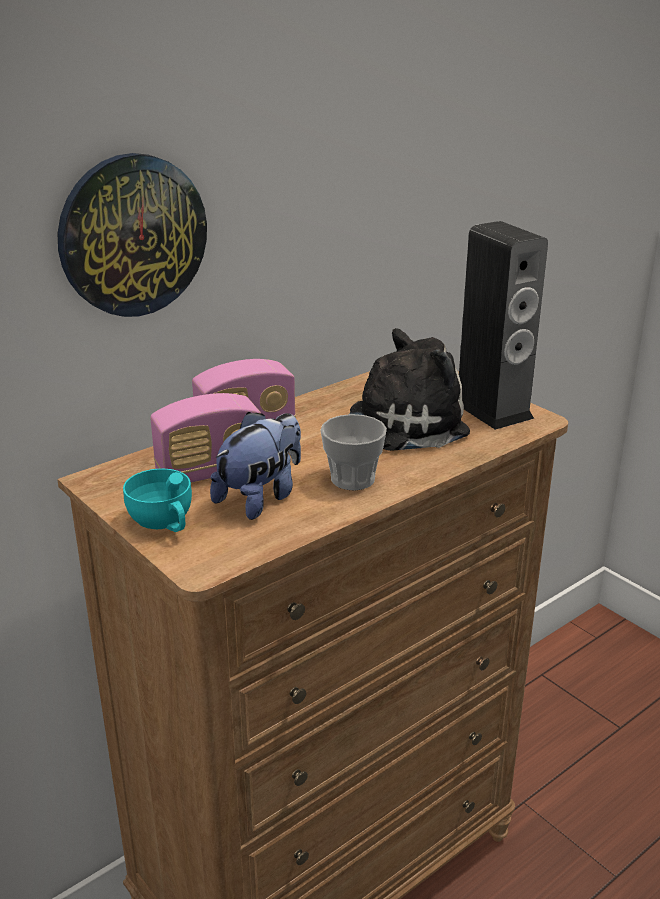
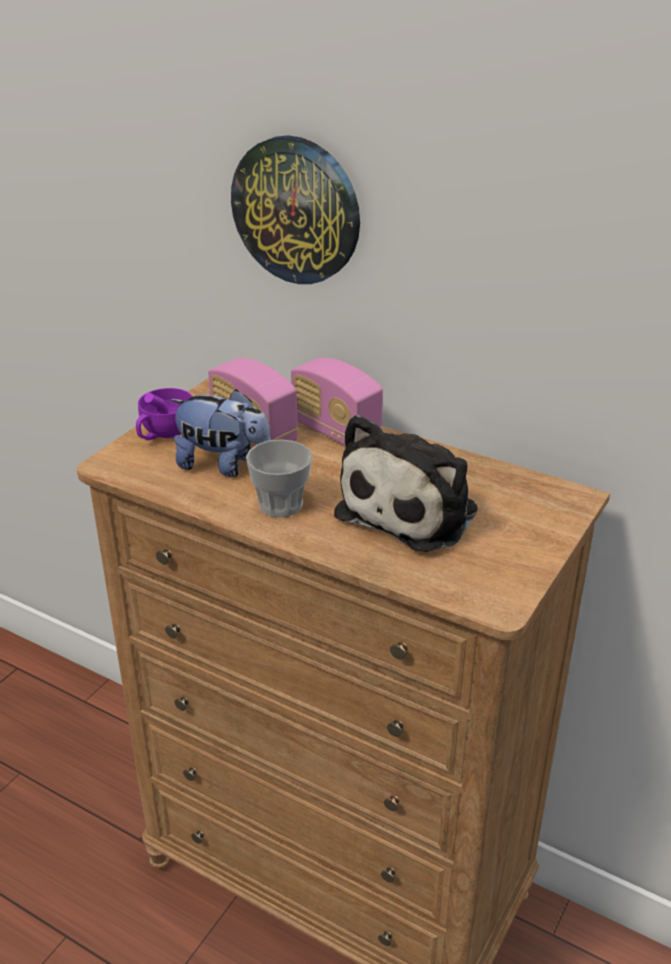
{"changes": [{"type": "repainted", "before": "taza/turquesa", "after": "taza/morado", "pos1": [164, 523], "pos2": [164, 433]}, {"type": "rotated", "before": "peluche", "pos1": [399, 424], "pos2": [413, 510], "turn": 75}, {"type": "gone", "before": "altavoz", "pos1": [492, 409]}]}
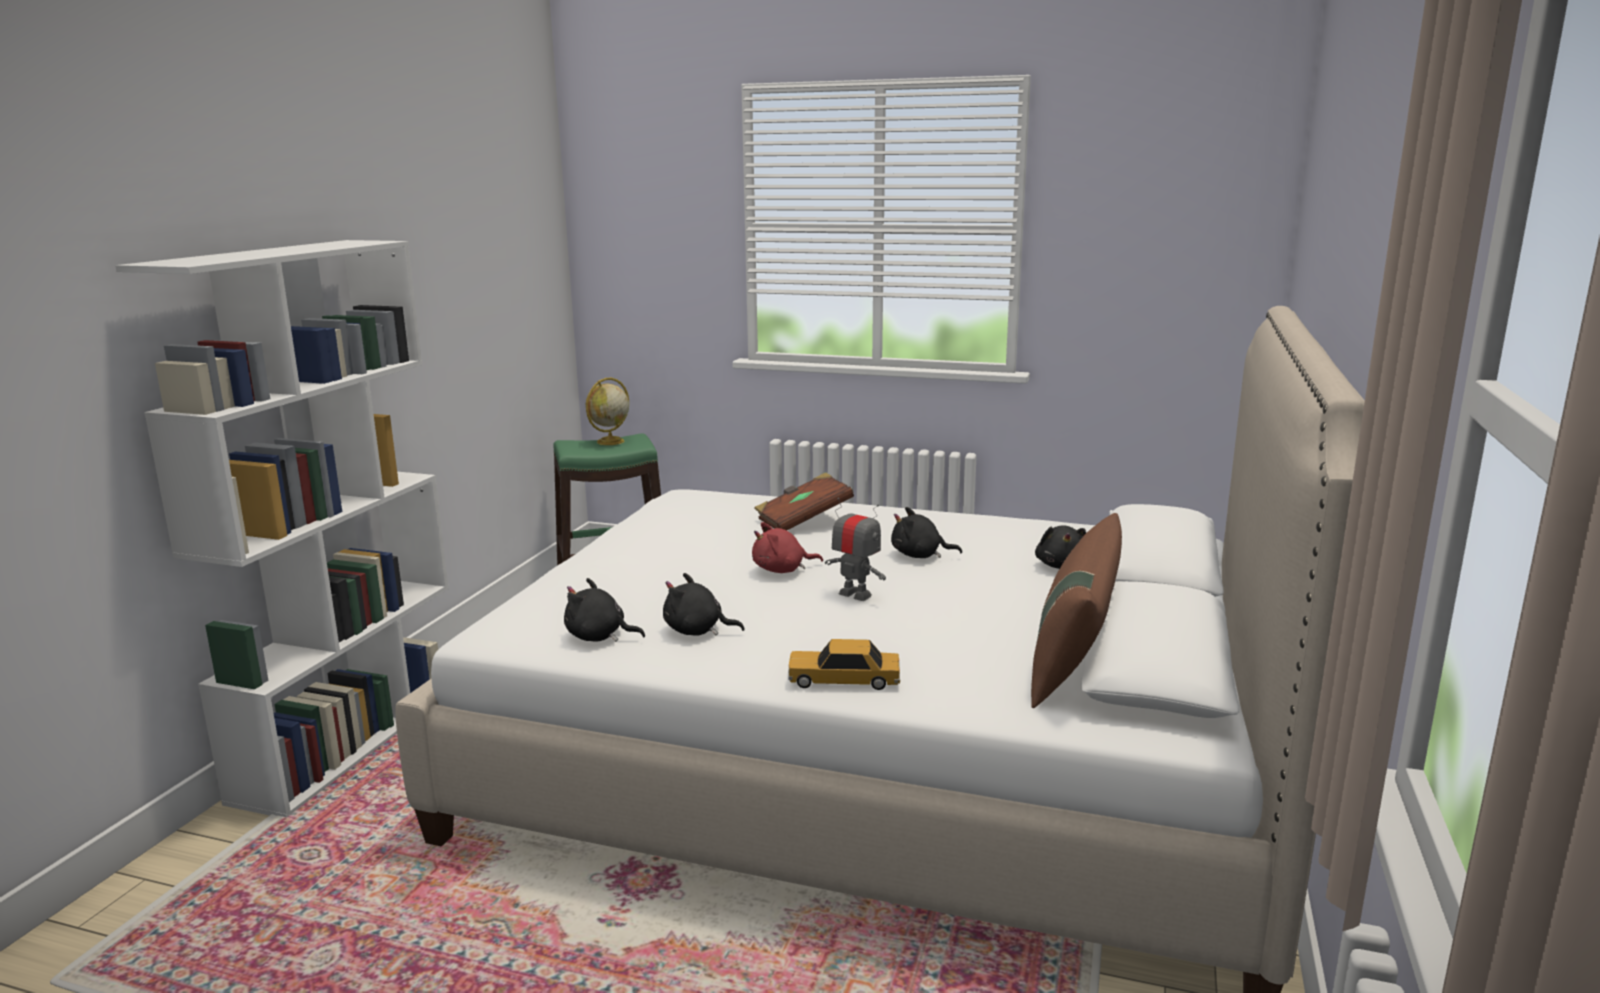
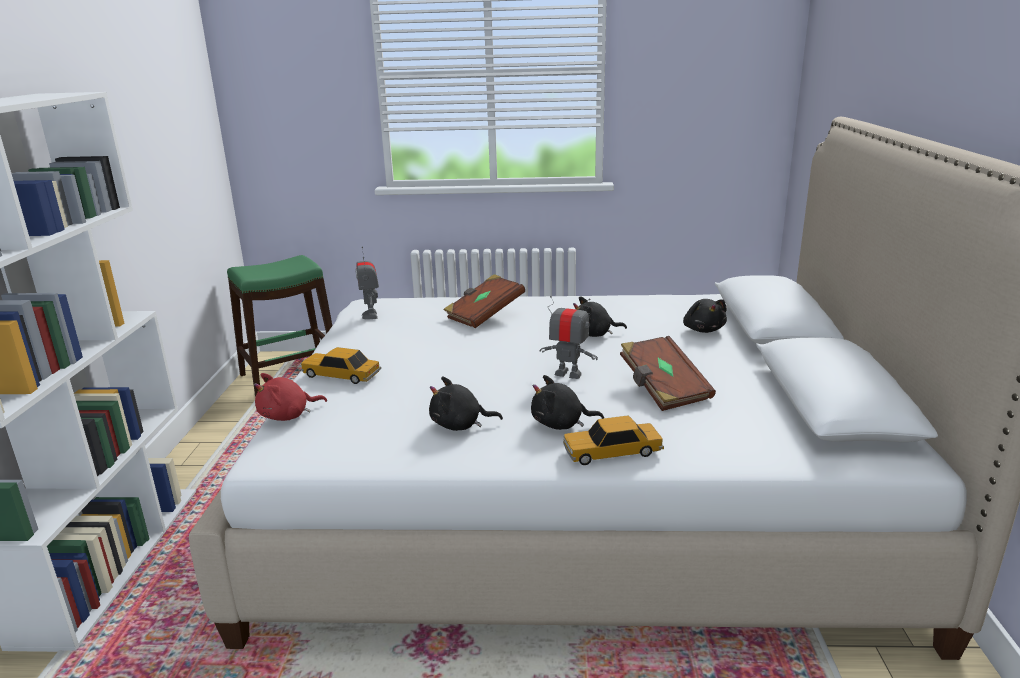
{"changes": [{"type": "shifted", "before": "peluche/rojo", "pos1": [782, 570], "pos2": [288, 415]}, {"type": "new", "after": "coche de juguete", "pos2": [341, 375]}, {"type": "new", "after": "robot de juguete", "pos2": [371, 315]}, {"type": "shifted", "before": "peluche/negro", "pos1": [599, 637], "pos2": [561, 424]}, {"type": "new", "after": "libro/marrón", "pos2": [663, 389]}, {"type": "gone", "before": "globo terráqueo", "pos1": [610, 442]}, {"type": "gone", "before": "cojín/marrón", "pos1": [1074, 657]}]}
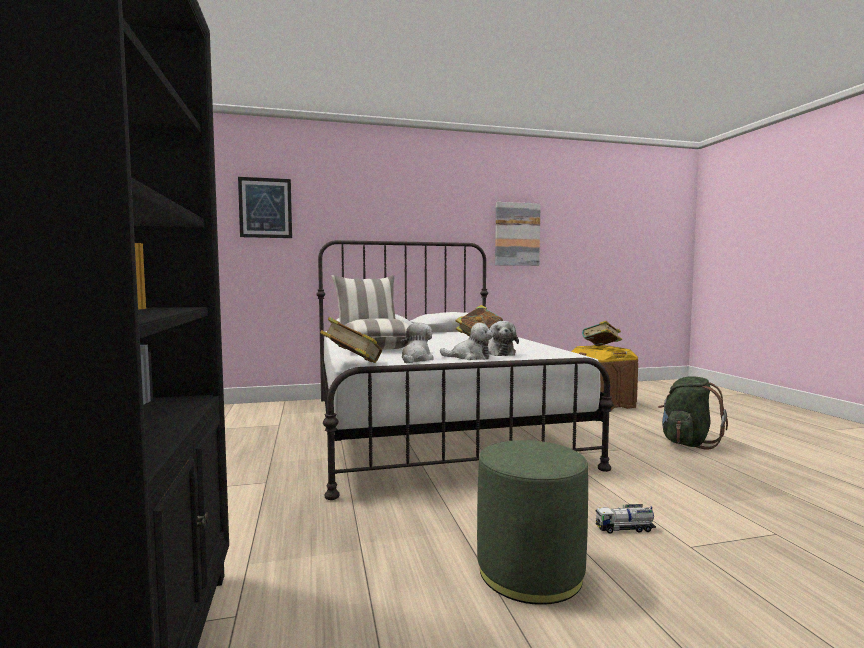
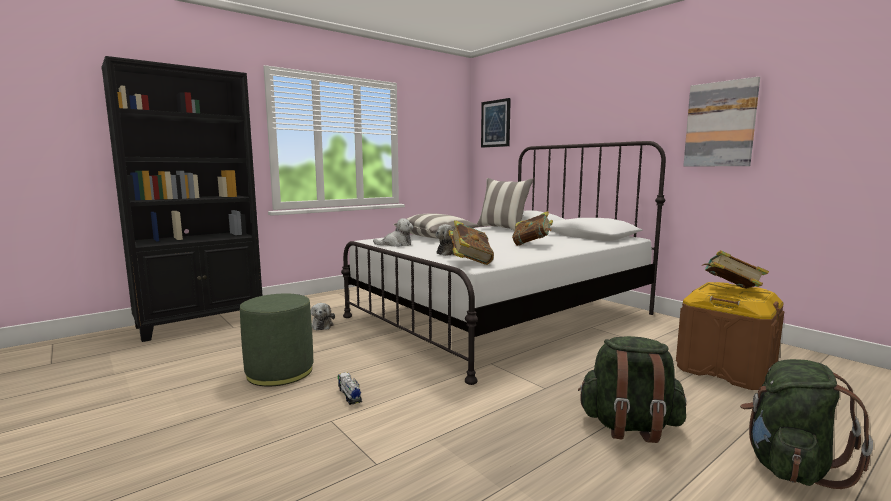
{"changes": [{"type": "shifted", "before": "peluche", "pos1": [469, 357], "pos2": [321, 325]}, {"type": "shifted", "before": "libro", "pos1": [352, 364], "pos2": [470, 262]}, {"type": "new", "after": "mochila/verde", "pos2": [789, 466]}]}
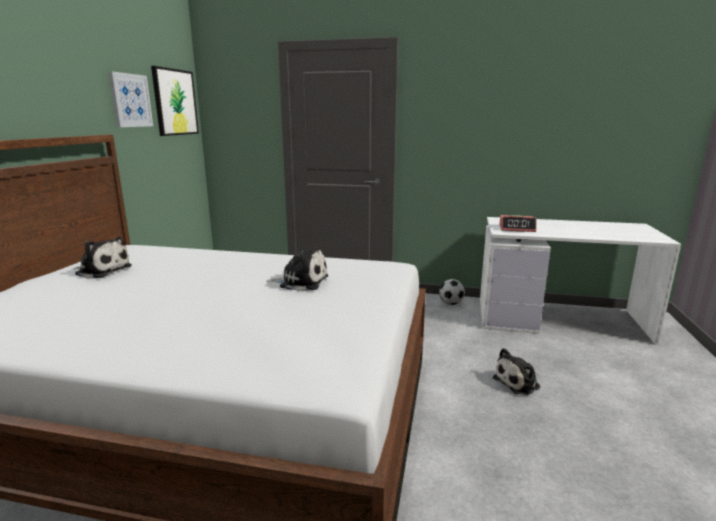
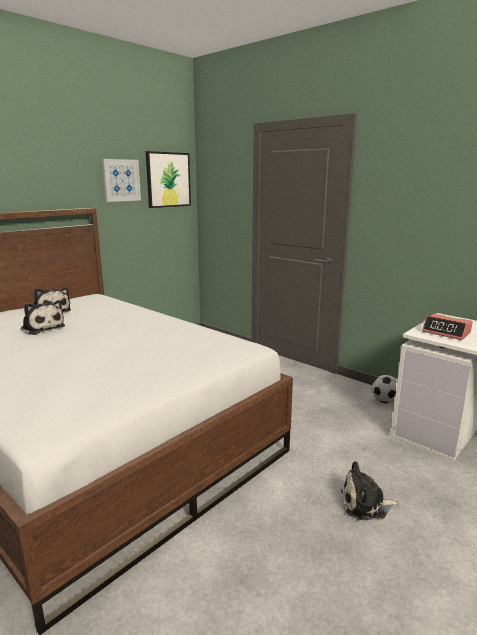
{"changes": [{"type": "shifted", "before": "peluche", "pos1": [301, 282], "pos2": [42, 328]}]}
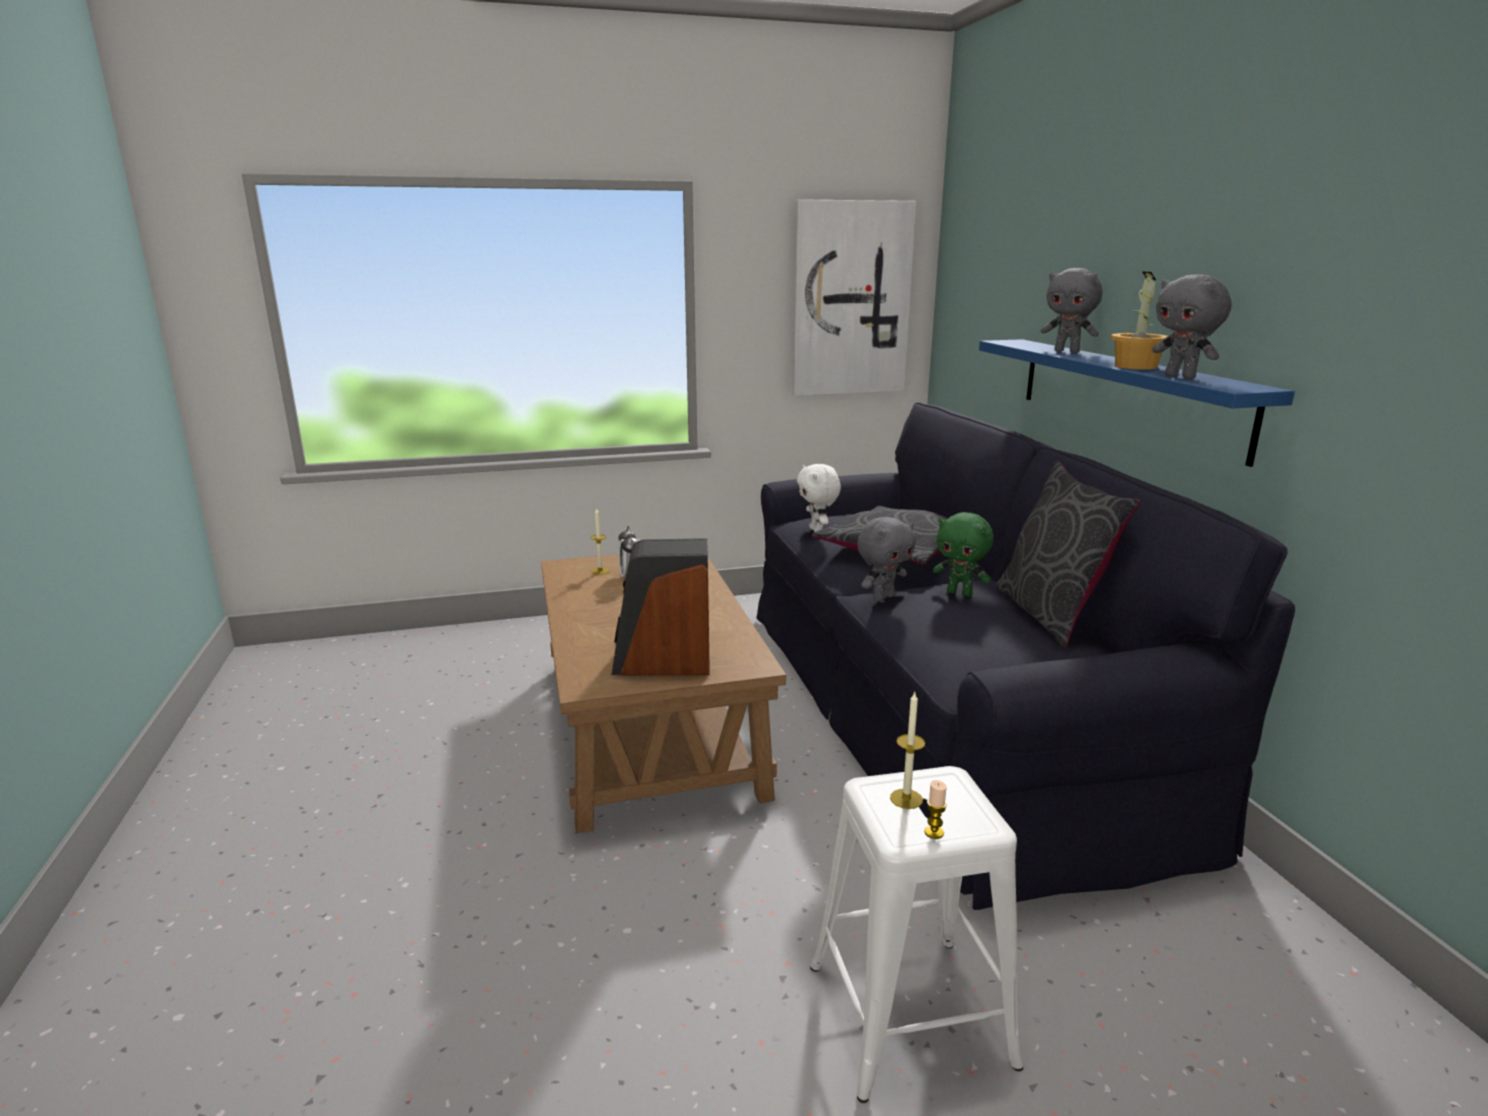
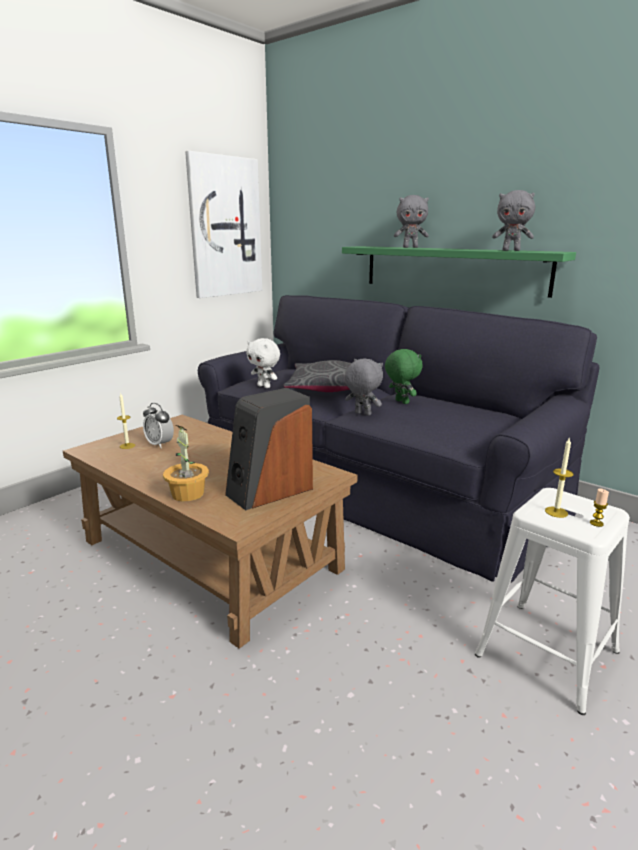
{"changes": [{"type": "shifted", "before": "planta en maceta", "pos1": [1135, 366], "pos2": [187, 494]}, {"type": "repainted", "before": "estante/azul", "after": "estante/verde", "pos1": [1125, 393], "pos2": [452, 269]}, {"type": "rotated", "before": "peluche/gris", "pos1": [883, 597], "pos2": [362, 414], "turn": -75}, {"type": "rotated", "before": "peluche/verde", "pos1": [960, 593], "pos2": [401, 402], "turn": -120}, {"type": "gone", "before": "cojín/gris", "pos1": [1050, 615]}]}
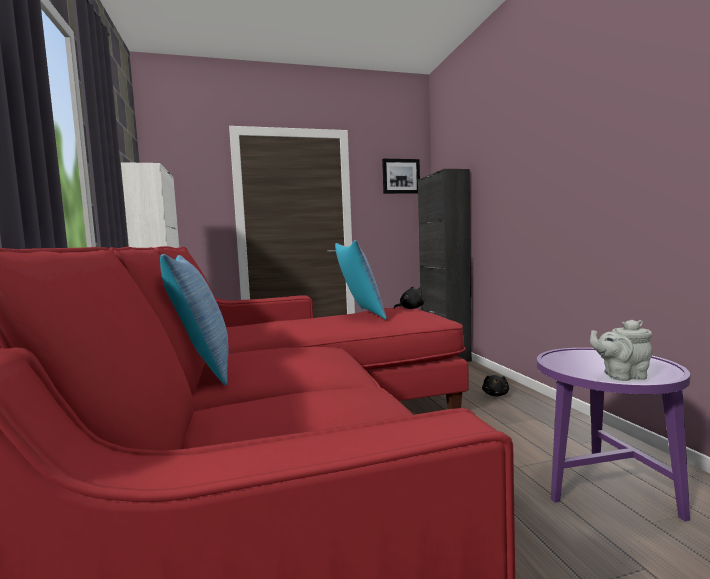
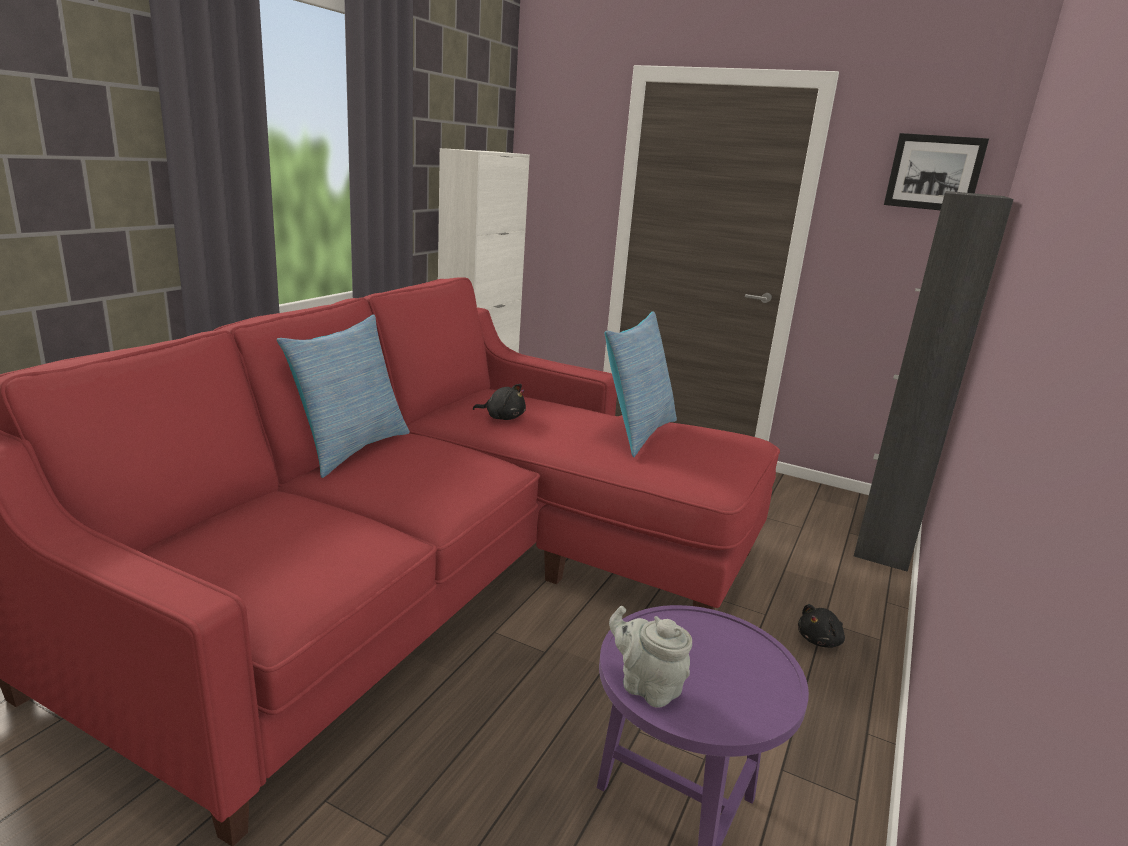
{"changes": [{"type": "shifted", "before": "peluche/negro", "pos1": [410, 308], "pos2": [502, 417]}]}
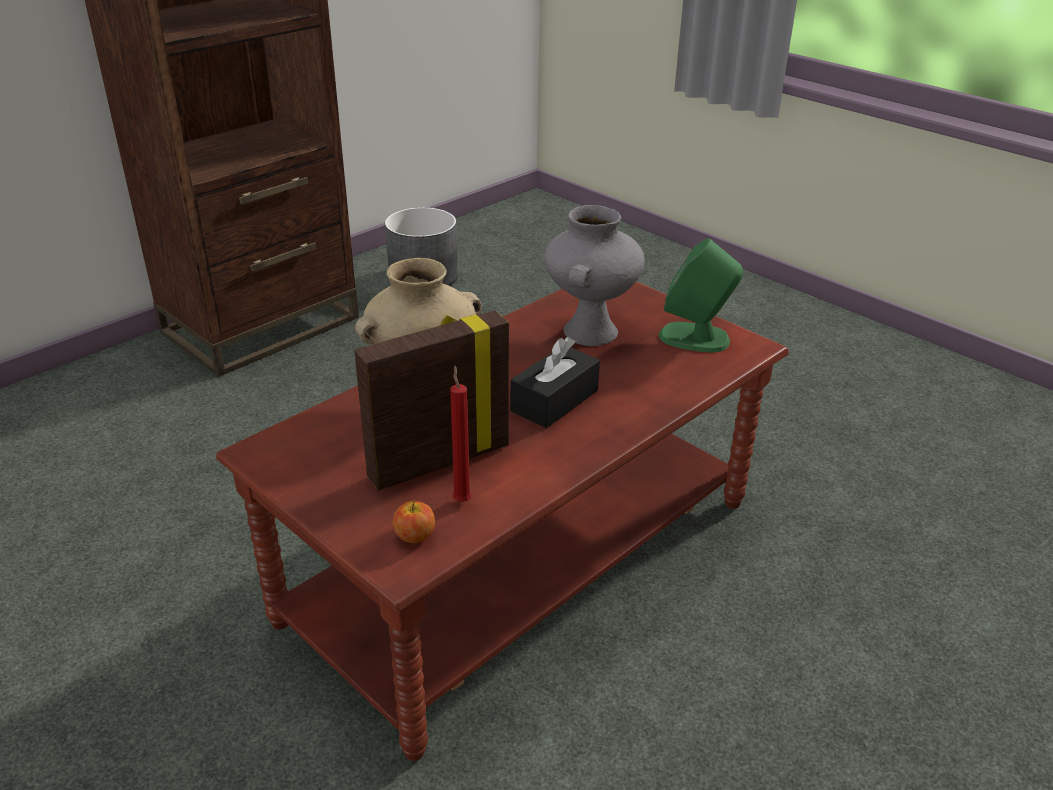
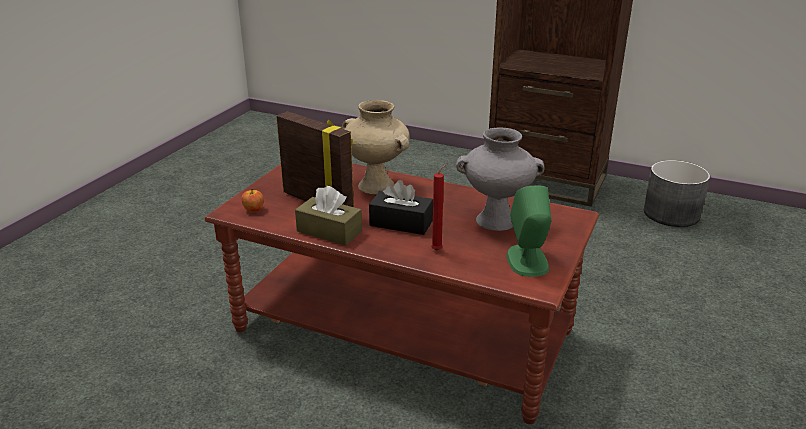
{"changes": [{"type": "new", "after": "caja de pañuelos/marrón", "pos2": [329, 231]}, {"type": "shifted", "before": "vela/rojo", "pos1": [461, 499], "pos2": [438, 250]}]}
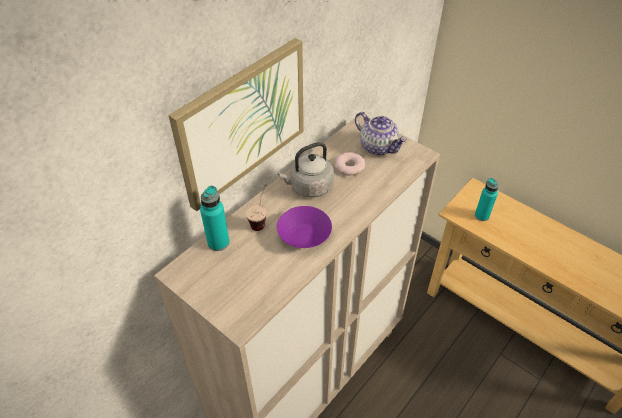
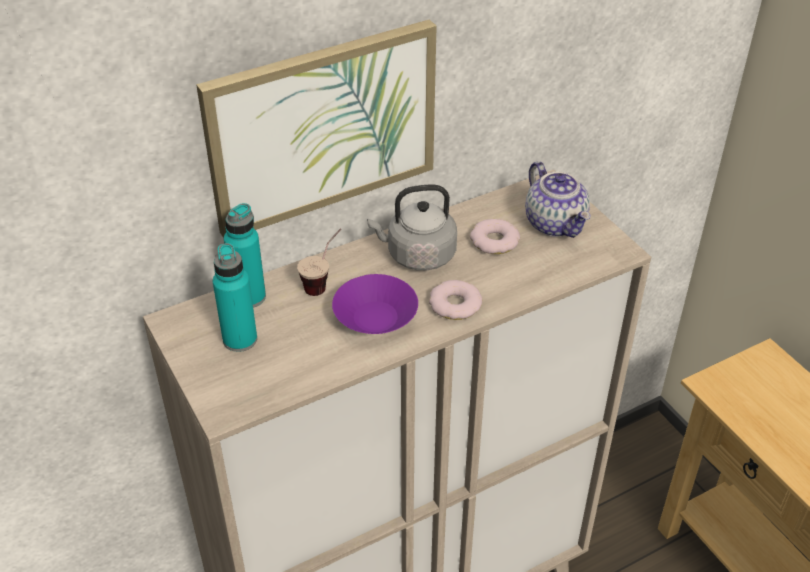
{"changes": [{"type": "shifted", "before": "botella/turquesa", "pos1": [481, 215], "pos2": [240, 339]}, {"type": "new", "after": "rosquilla", "pos2": [455, 305]}]}
